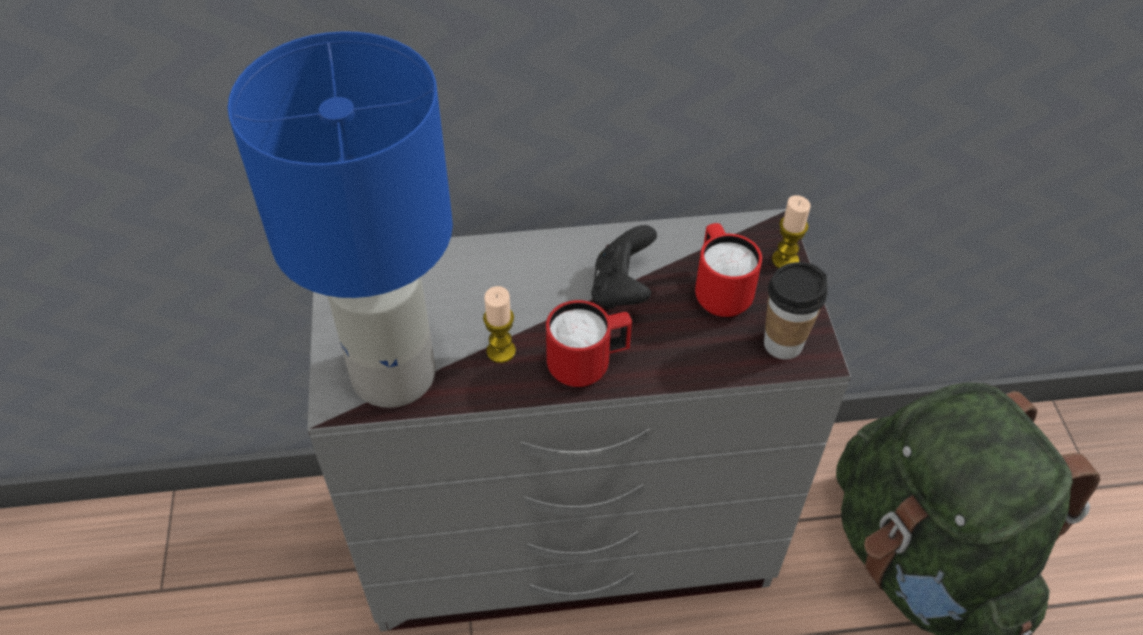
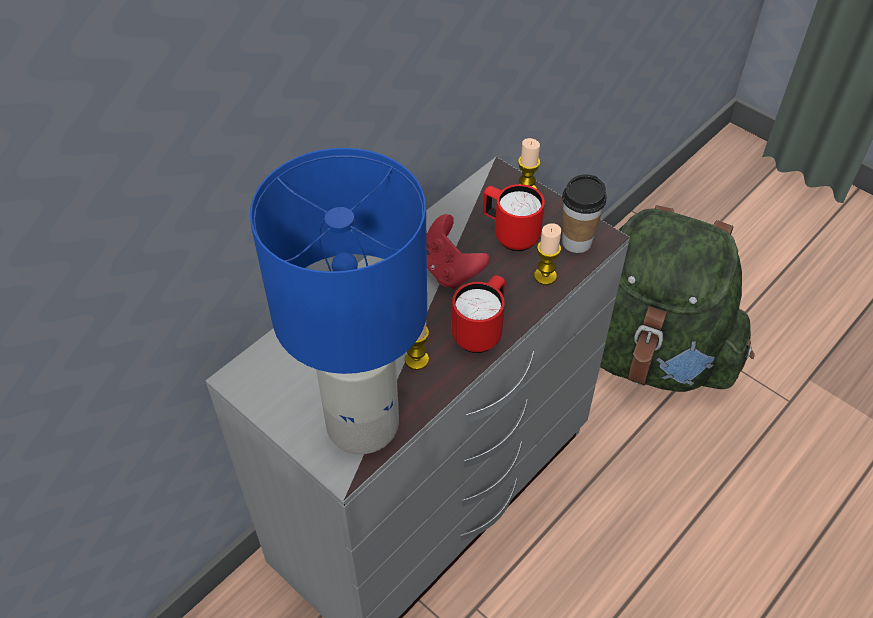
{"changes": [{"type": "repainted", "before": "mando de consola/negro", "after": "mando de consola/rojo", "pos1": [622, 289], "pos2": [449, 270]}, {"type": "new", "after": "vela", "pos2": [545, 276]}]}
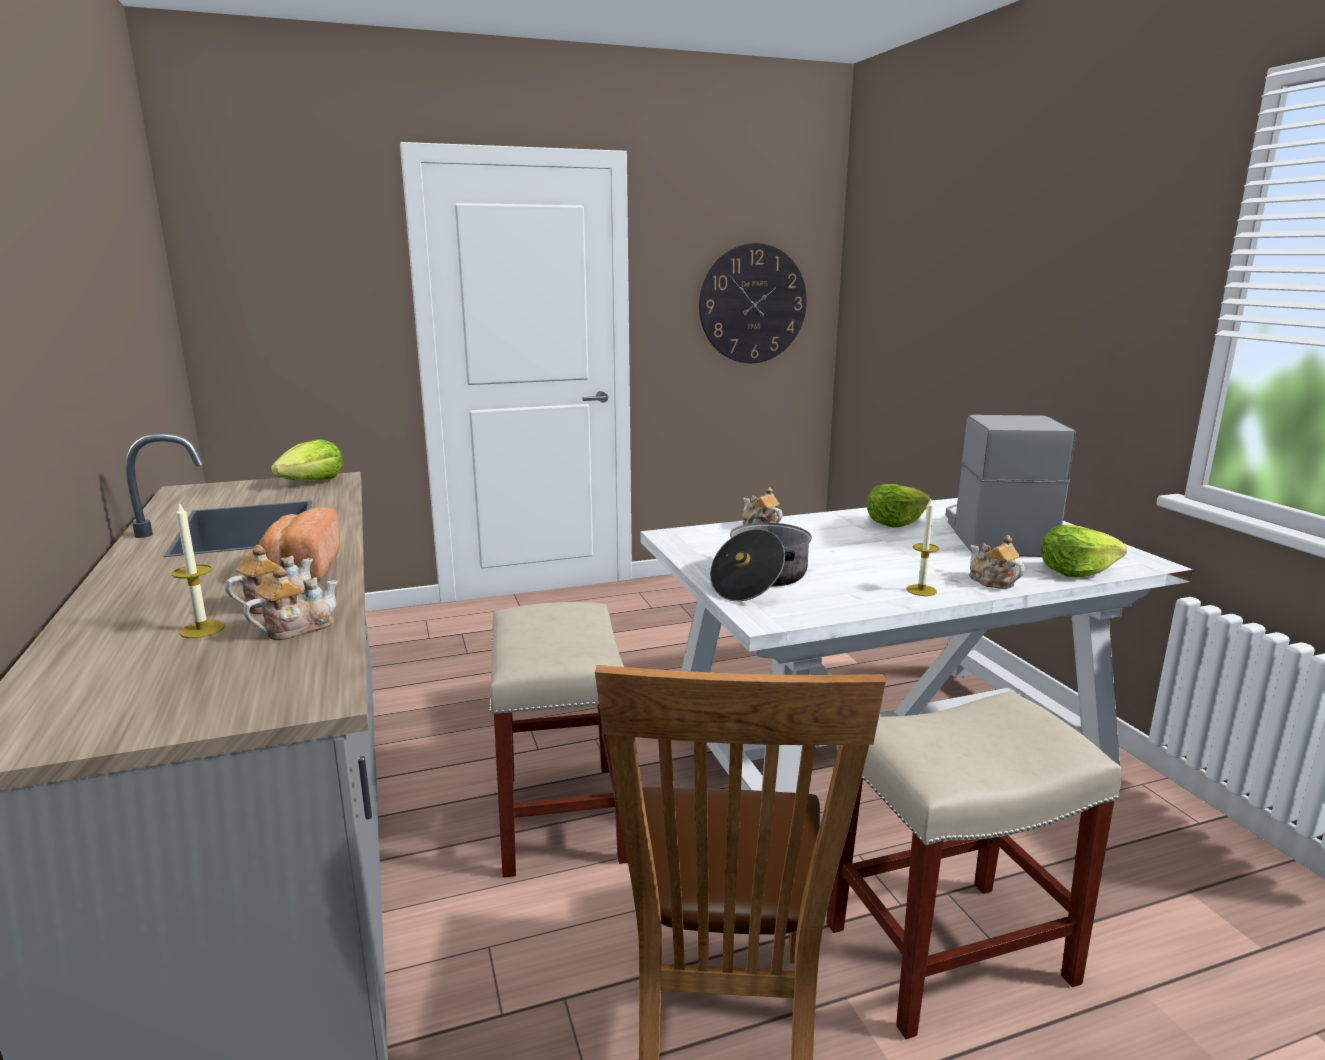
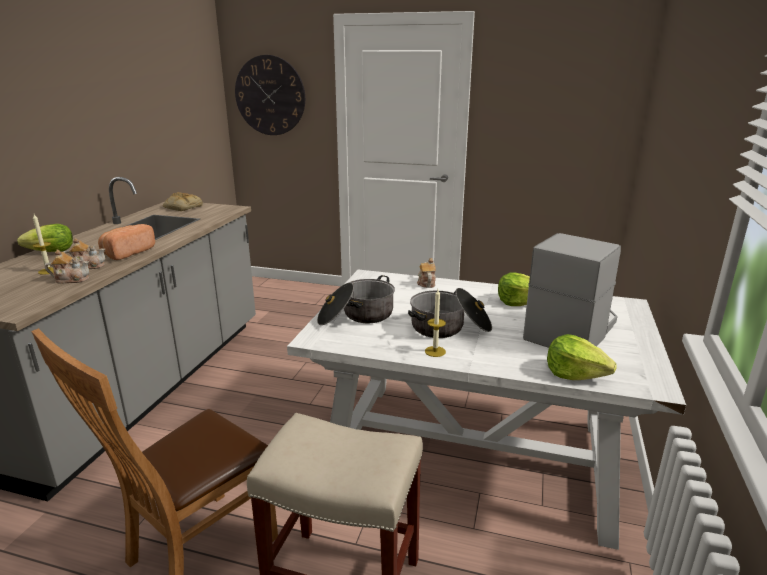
{"changes": [{"type": "shifted", "before": "lechuga", "pos1": [312, 482], "pos2": [51, 252]}, {"type": "new", "after": "pan", "pos2": [182, 207]}, {"type": "shifted", "before": "reloj de pared", "pos1": [753, 304], "pos2": [270, 95]}, {"type": "new", "after": "olla", "pos2": [450, 328]}, {"type": "gone", "before": "taburete/beis", "pos1": [561, 815]}, {"type": "gone", "before": "tetera", "pos1": [991, 581]}]}
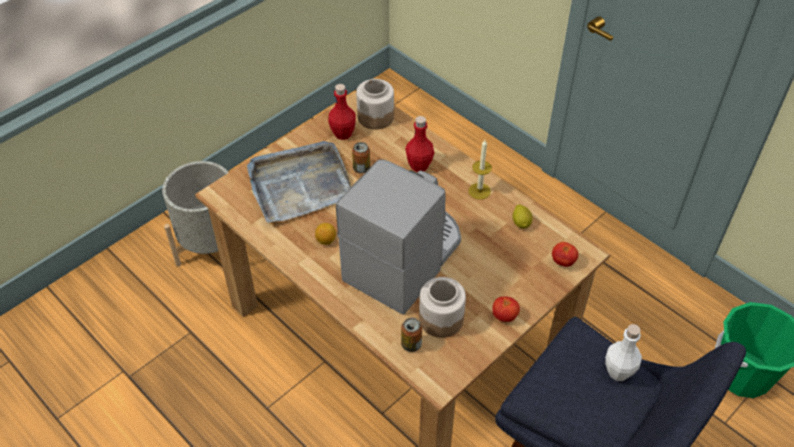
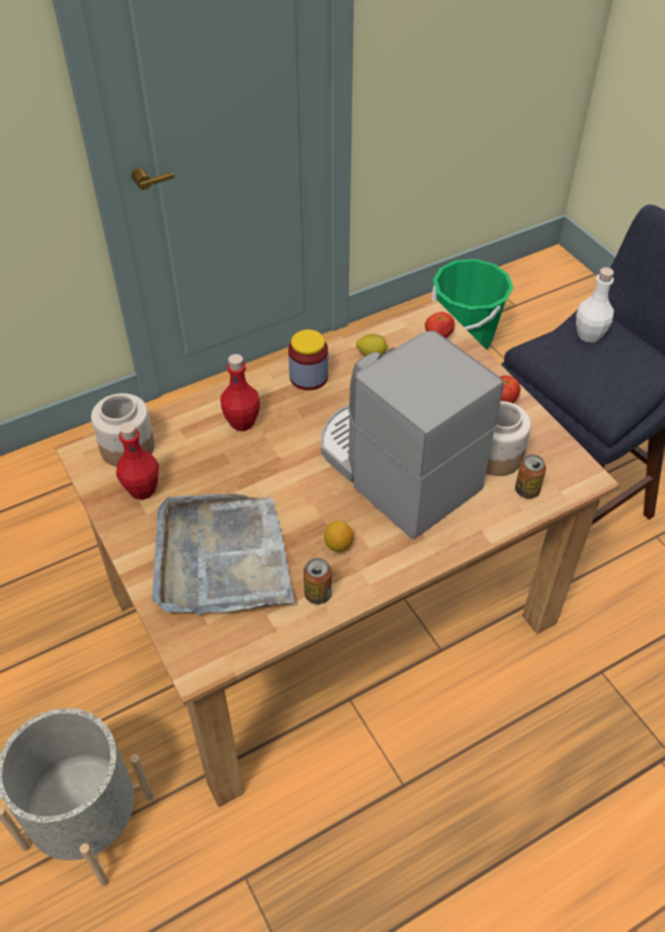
{"changes": [{"type": "swapped", "before": "vela", "after": "tarro", "pos1": [479, 191], "pos2": [308, 377]}, {"type": "shifted", "before": "lata", "pos1": [361, 168], "pos2": [318, 594]}]}
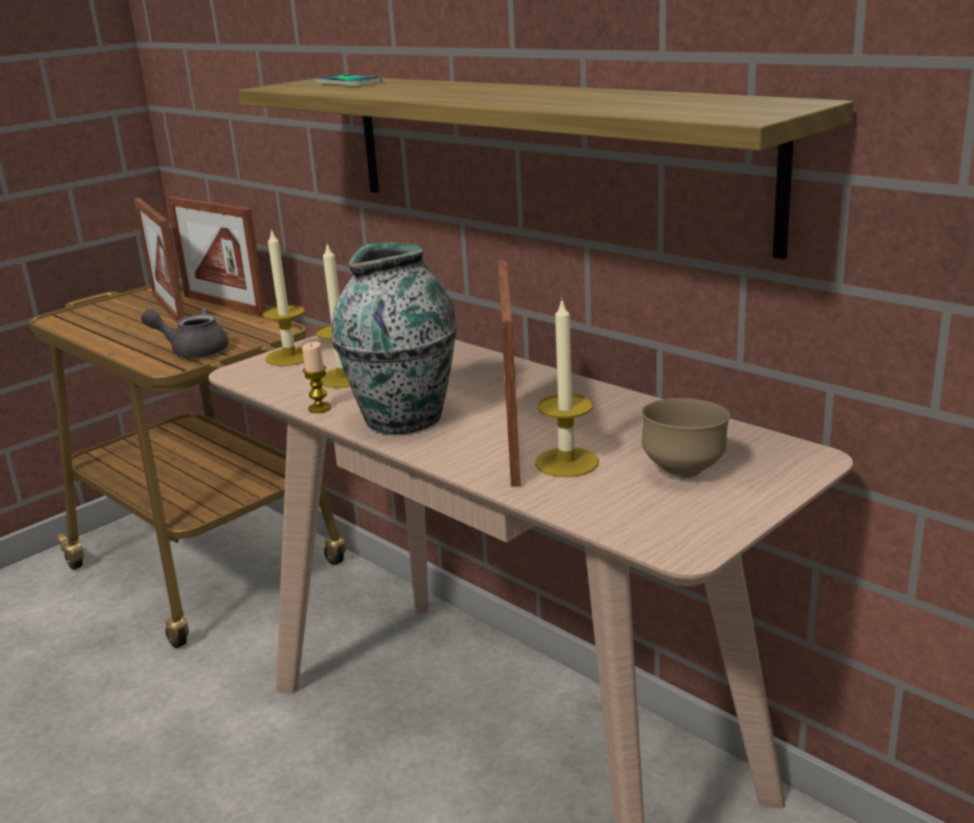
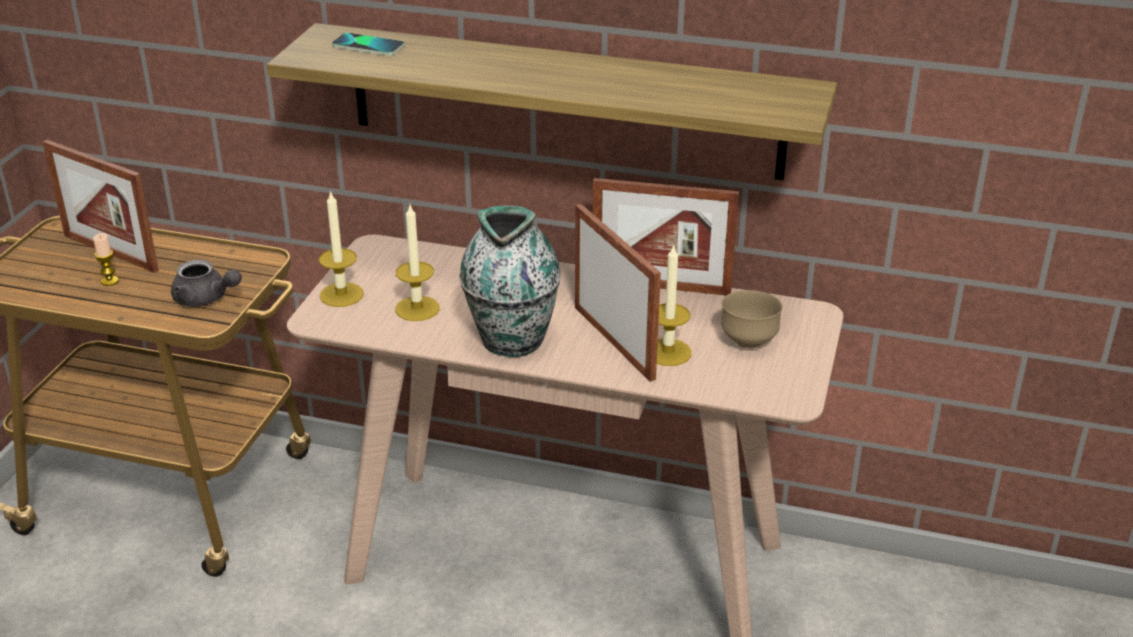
{"changes": [{"type": "shifted", "before": "vela", "pos1": [319, 408], "pos2": [109, 281]}, {"type": "rotated", "before": "tetera/gris", "pos1": [193, 351], "pos2": [206, 299], "turn": -135}, {"type": "shifted", "before": "portarretratos", "pos1": [224, 305], "pos2": [660, 287]}]}
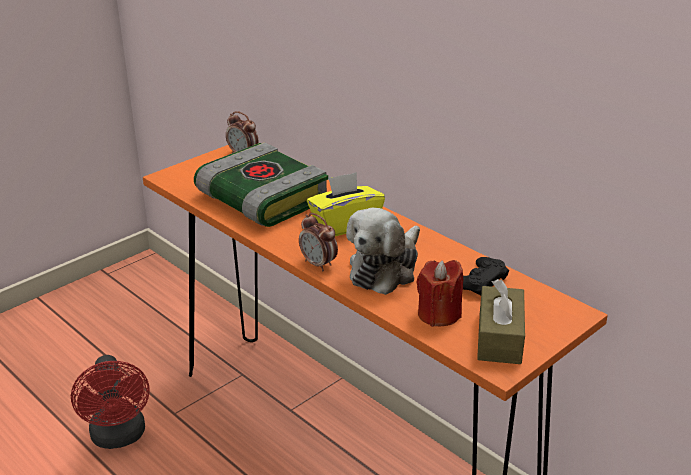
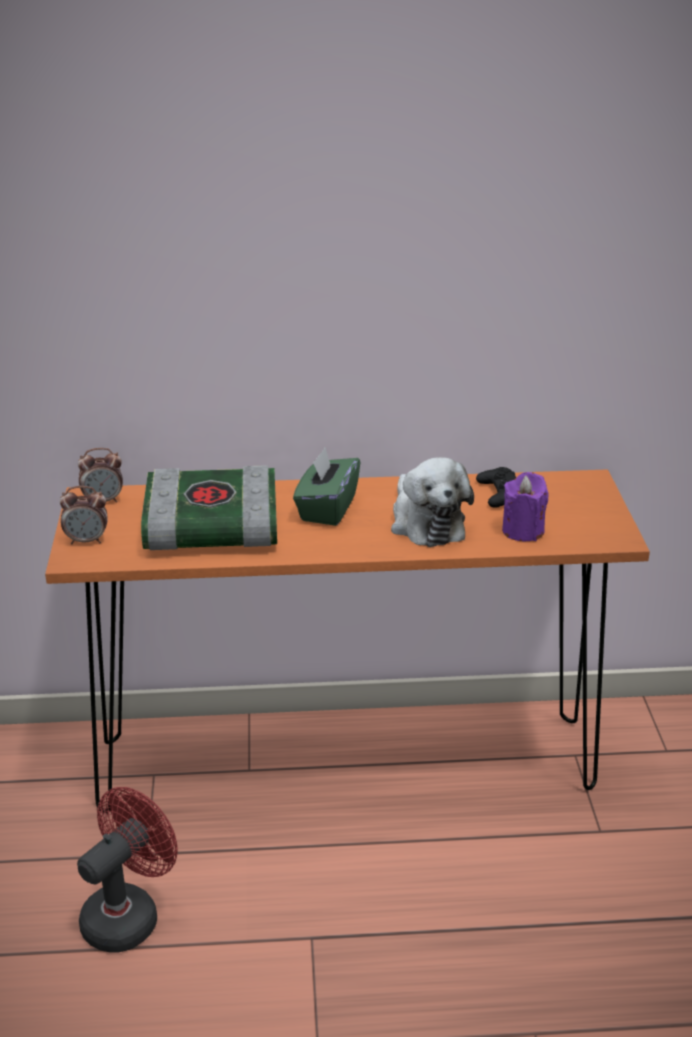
{"changes": [{"type": "shifted", "before": "despertador", "pos1": [318, 264], "pos2": [87, 540]}, {"type": "rotated", "before": "ventilador/rojo", "pos1": [119, 437], "pos2": [128, 914], "turn": -75}, {"type": "repainted", "before": "caja de pañuelos/amarillo", "after": "caja de pañuelos/verde", "pos1": [345, 225], "pos2": [327, 509]}, {"type": "repainted", "before": "vela/rojo", "after": "vela/morado", "pos1": [439, 314], "pos2": [523, 531]}, {"type": "gone", "before": "caja de pañuelos/marrón", "pos1": [499, 338]}]}
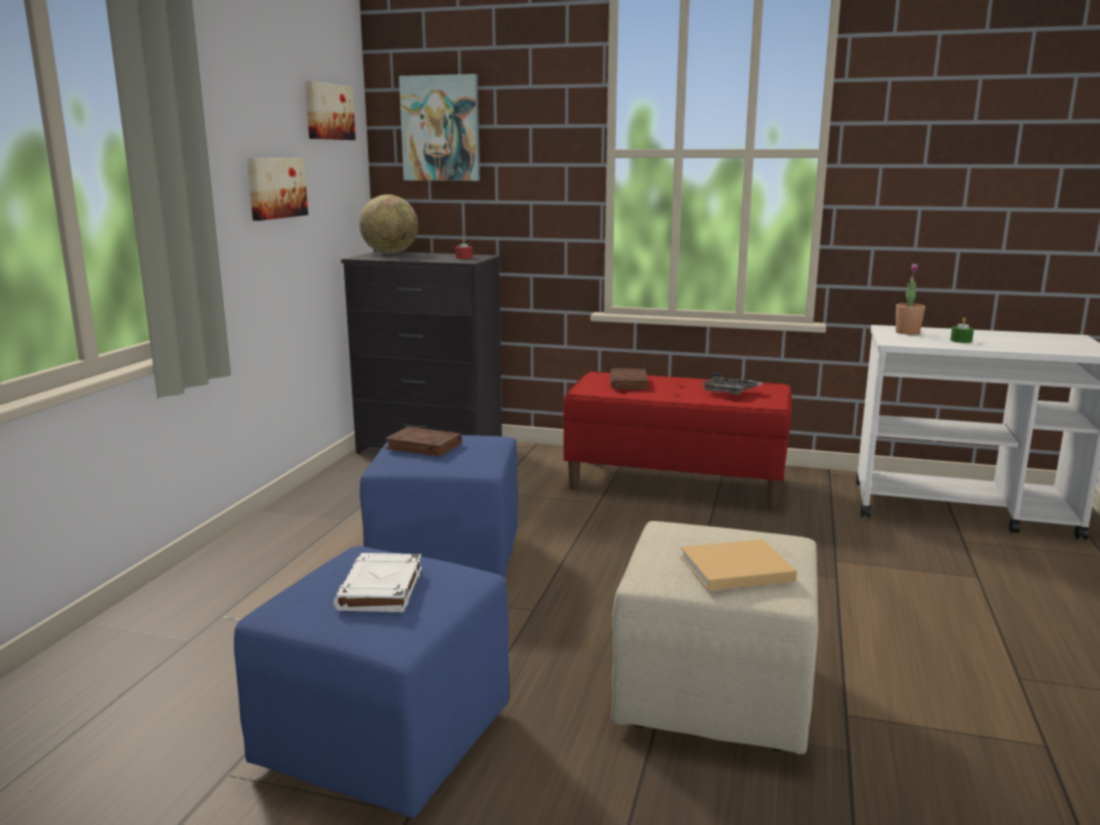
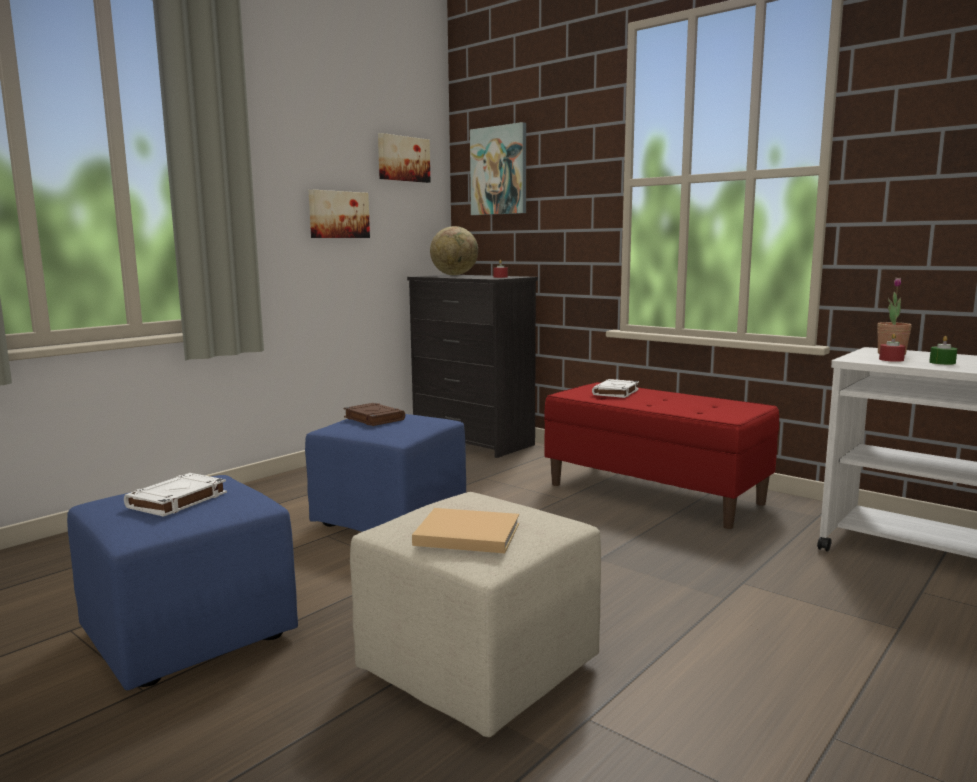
{"changes": [{"type": "repainted", "before": "libro/marrón", "after": "libro/blanco", "pos1": [628, 383], "pos2": [616, 392]}, {"type": "new", "after": "vela/rojo", "pos2": [891, 359]}, {"type": "gone", "before": "bandeja/gris", "pos1": [729, 392]}]}
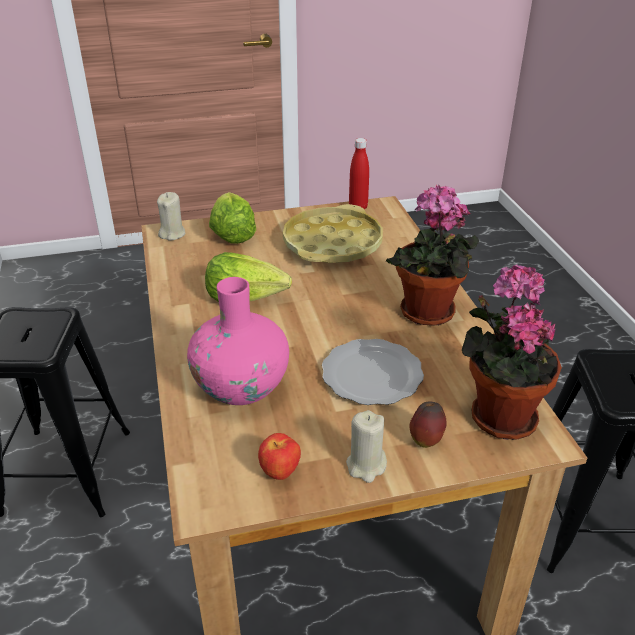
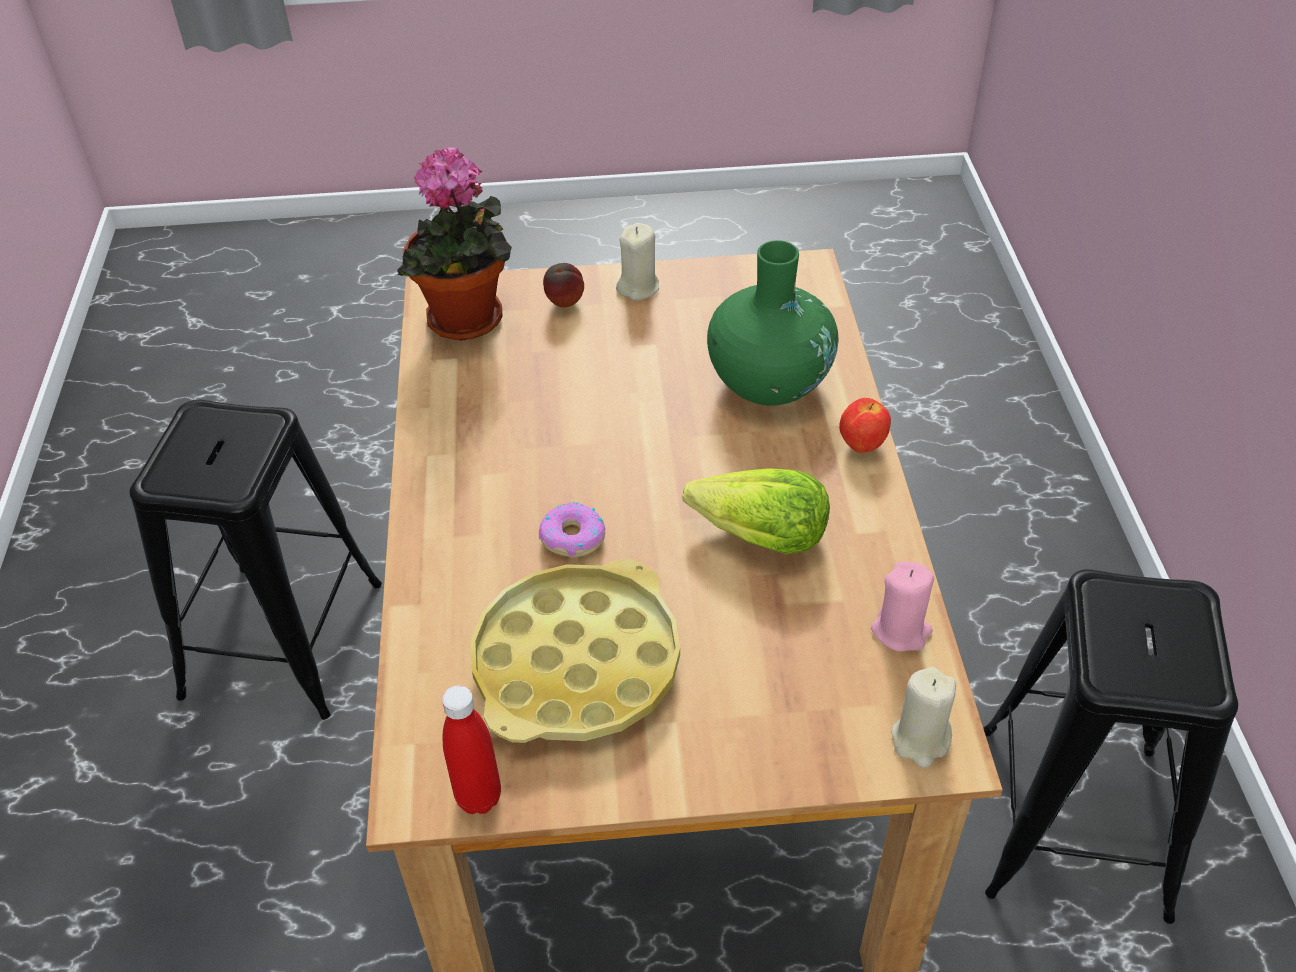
{"changes": [{"type": "new", "after": "rosquilla", "pos2": [572, 537]}, {"type": "repainted", "before": "florero/rosa", "after": "florero/verde", "pos1": [241, 387], "pos2": [769, 382]}, {"type": "shifted", "before": "manzana", "pos1": [280, 472], "pos2": [861, 445]}, {"type": "new", "after": "vela/rosa", "pos2": [901, 631]}, {"type": "gone", "before": "lechuga", "pos1": [232, 233]}, {"type": "gone", "before": "plato", "pos1": [372, 374]}, {"type": "gone", "before": "planta en maceta", "pos1": [427, 315]}]}
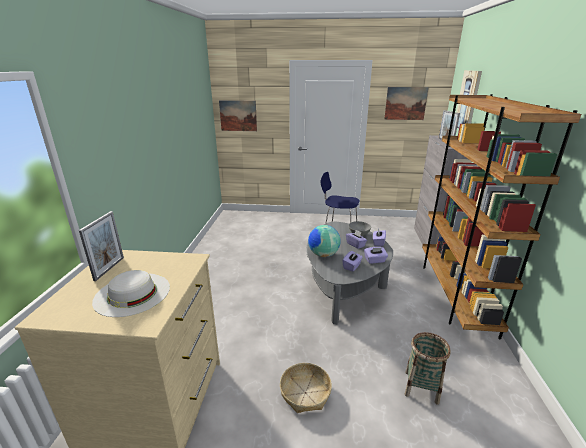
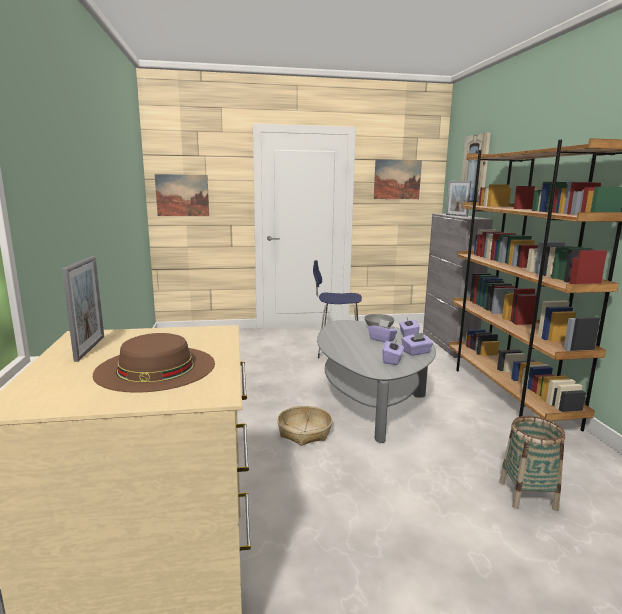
{"changes": [{"type": "repainted", "before": "sombrero/blanco", "after": "sombrero/marrón", "pos1": [132, 293], "pos2": [156, 368]}, {"type": "shifted", "before": "cesta", "pos1": [305, 393], "pos2": [304, 432]}, {"type": "gone", "before": "globo terráqueo", "pos1": [323, 254]}]}
